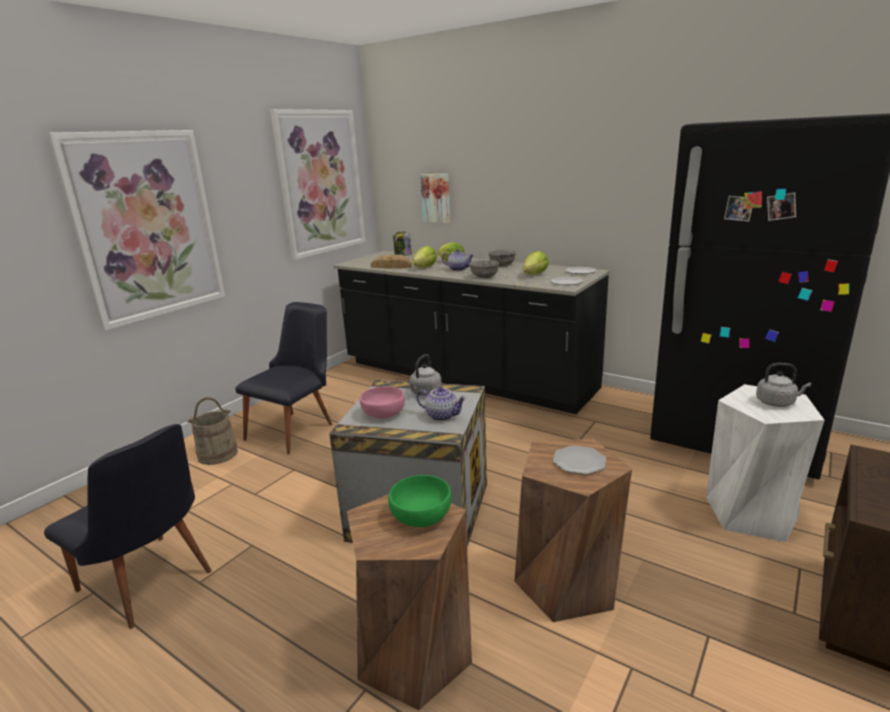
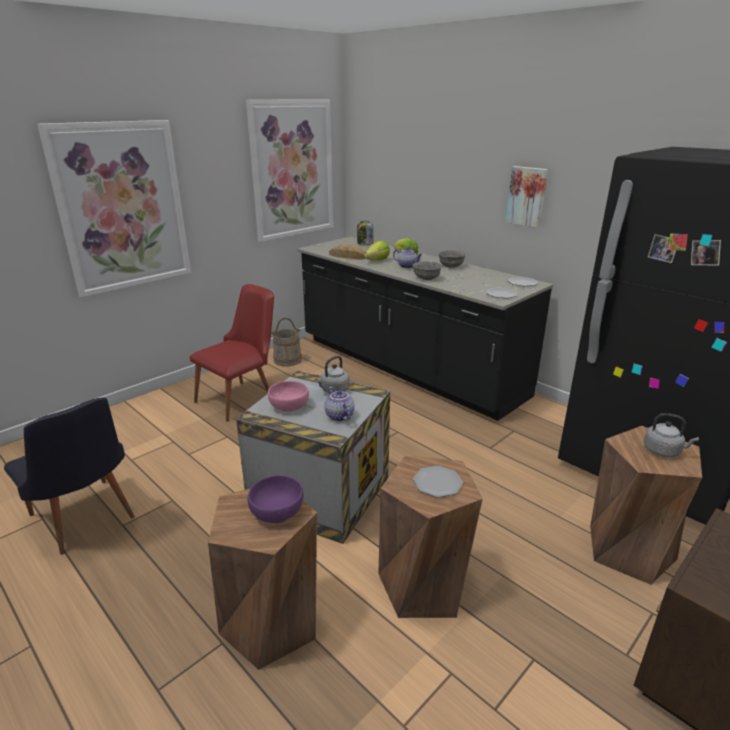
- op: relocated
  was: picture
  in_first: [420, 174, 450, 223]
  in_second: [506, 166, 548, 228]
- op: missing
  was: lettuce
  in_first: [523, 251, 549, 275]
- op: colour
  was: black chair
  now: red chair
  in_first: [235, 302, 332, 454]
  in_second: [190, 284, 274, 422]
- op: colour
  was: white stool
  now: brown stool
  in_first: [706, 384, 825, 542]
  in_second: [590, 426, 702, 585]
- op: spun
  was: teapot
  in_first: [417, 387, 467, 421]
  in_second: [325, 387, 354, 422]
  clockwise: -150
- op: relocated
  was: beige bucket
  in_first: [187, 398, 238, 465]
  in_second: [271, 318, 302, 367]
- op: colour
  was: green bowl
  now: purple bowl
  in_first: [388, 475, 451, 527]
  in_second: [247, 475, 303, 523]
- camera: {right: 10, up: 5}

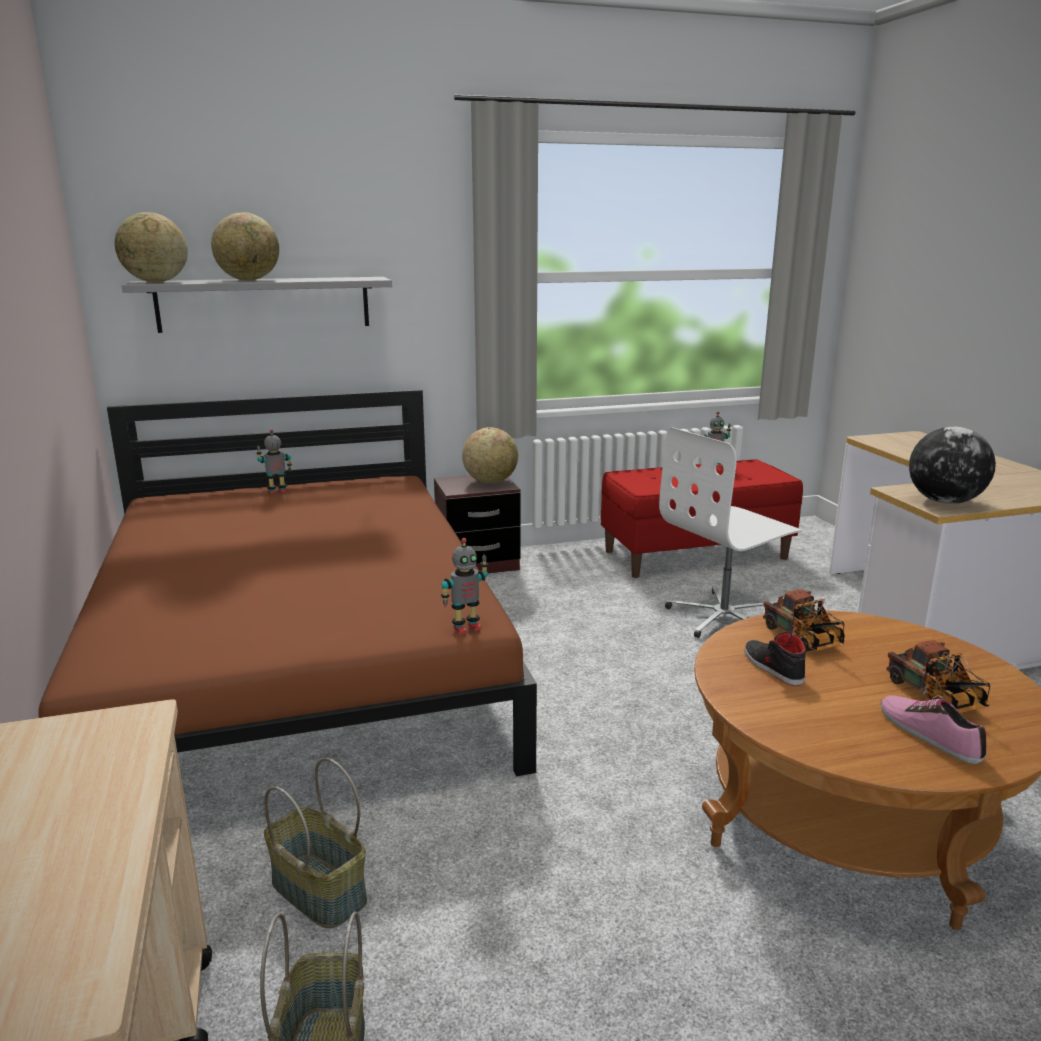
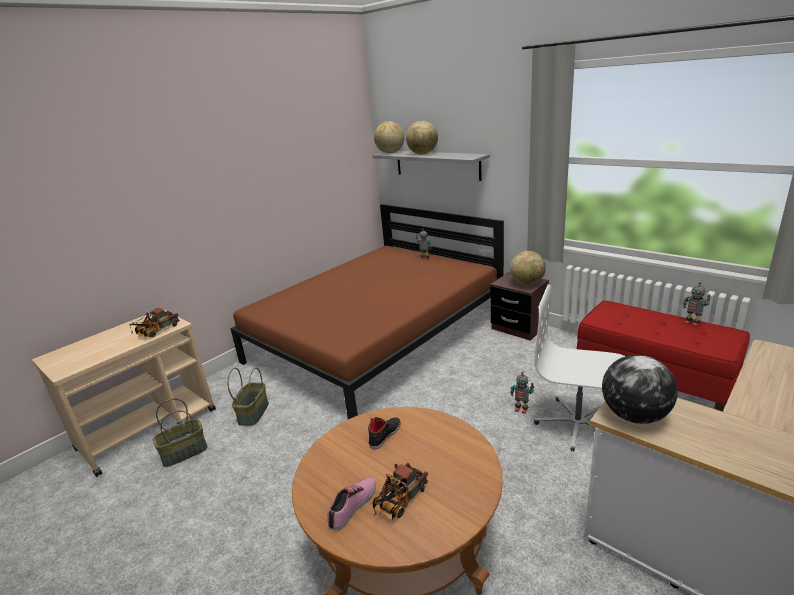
- op: relocated
  was: toy robot
  in_first: [441, 538, 488, 635]
  in_second: [510, 372, 534, 414]
- op: relocated
  was: toy truck
  in_first: [763, 589, 845, 652]
  in_second: [130, 308, 180, 338]
- camera: {right: 60, up: 5}

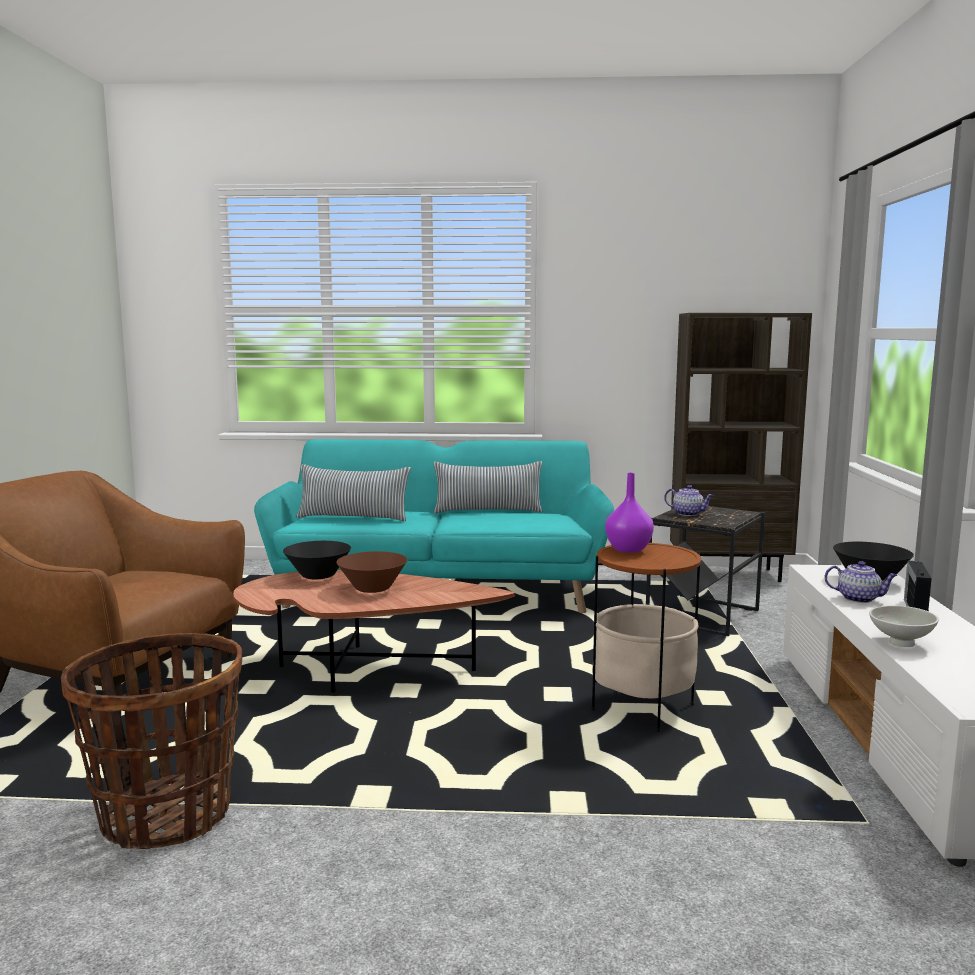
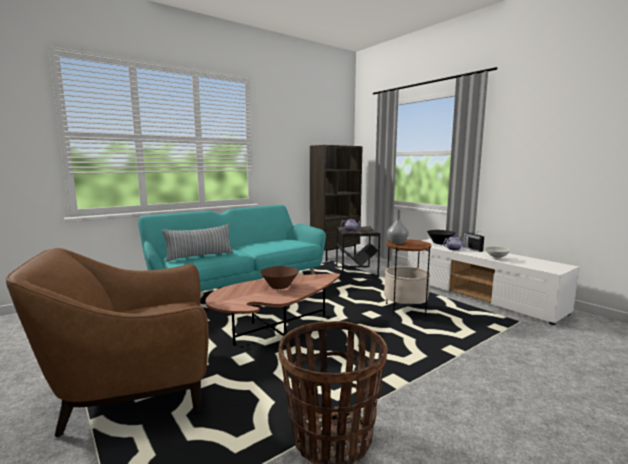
- op: missing
  was: pillow
  in_first: [434, 461, 542, 513]
- op: colour
  was: purple vase
  now: grey vase
  in_first: [605, 473, 654, 553]
  in_second: [387, 209, 409, 244]
- op: missing
  was: black bowl
  in_first: [283, 541, 351, 579]
- camera: {right: -40, up: 0}

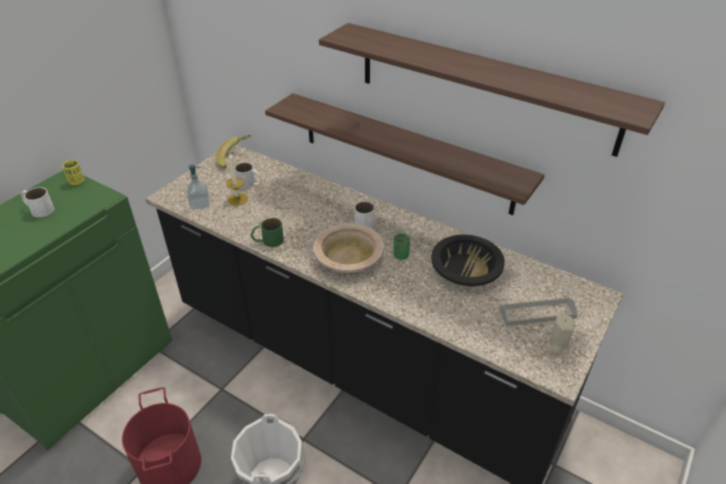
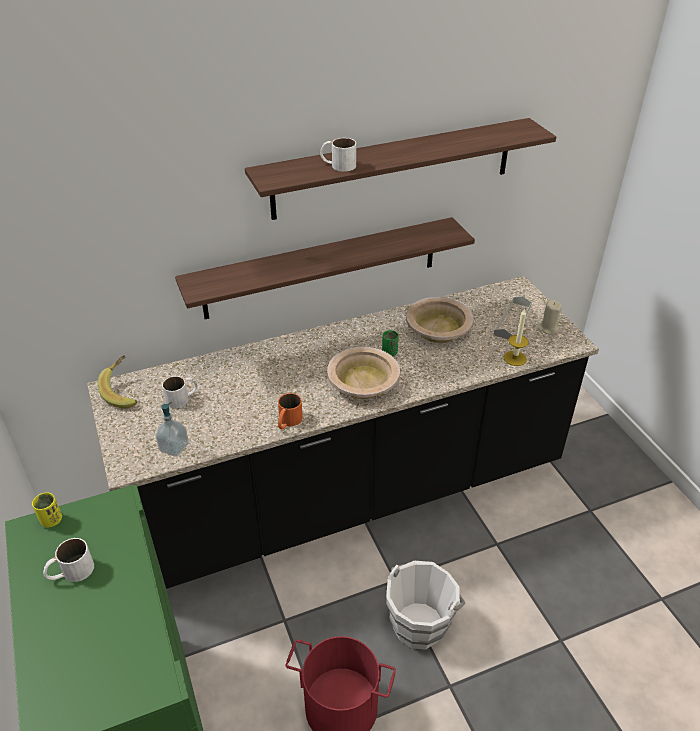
- op: relocated
  was: candle
  in_first: [226, 153, 248, 206]
  in_second: [504, 309, 529, 366]
- op: relocated
  was: white mug
  in_first: [354, 199, 375, 228]
  in_second: [320, 138, 356, 172]
- op: colour
  was: green mug
  now: orange mug
  in_first: [251, 218, 284, 247]
  in_second: [278, 393, 303, 429]
- op: colour
  was: black bowl
  now: beige bowl
  in_first: [431, 235, 505, 287]
  in_second: [406, 297, 473, 343]
- camera: {right: -55, up: 0}

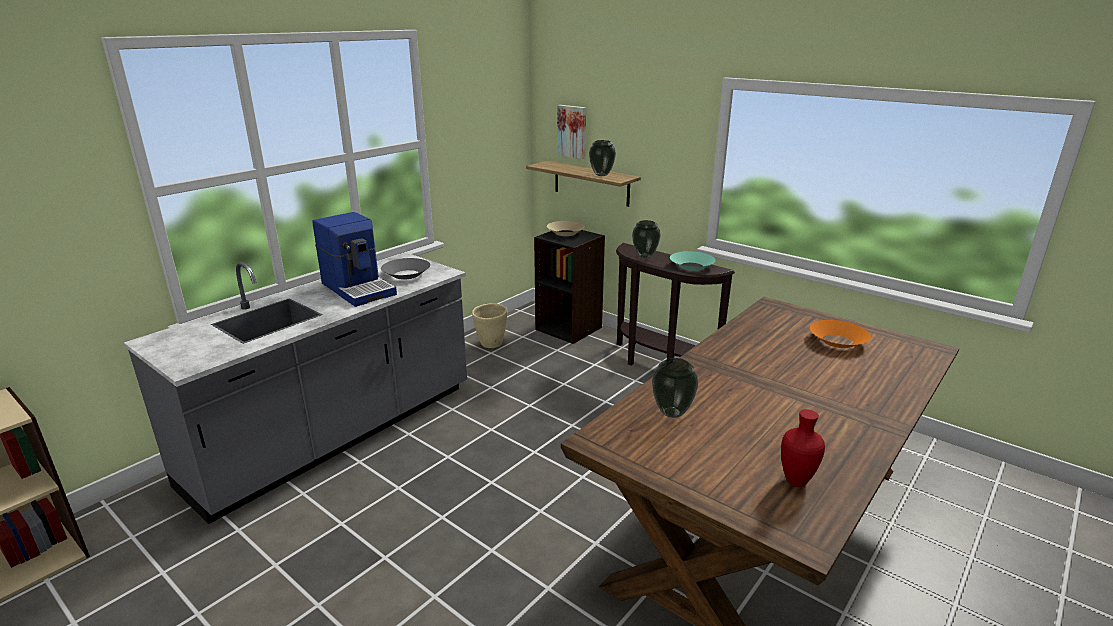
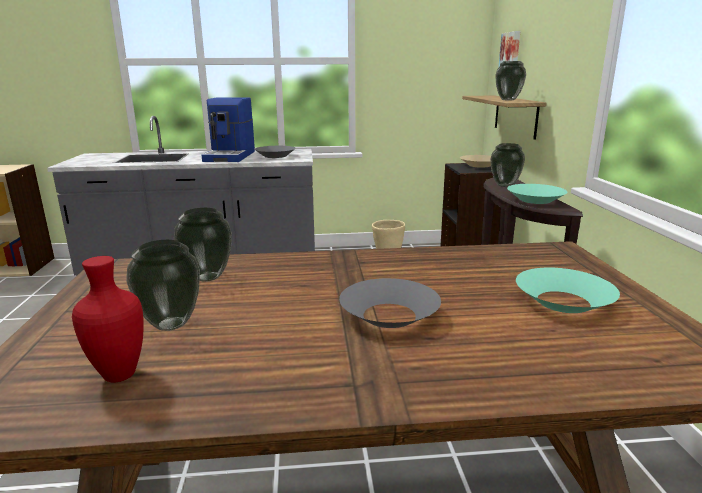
- op: colour
  was: orange bowl
  now: turquoise bowl
  in_first: [810, 320, 871, 348]
  in_second: [516, 267, 620, 313]
- op: appeared
  now: vase
  in_second: [126, 240, 200, 331]
- op: appeared
  now: grey bowl
  in_second: [339, 278, 441, 328]
- camera: {right: 45, up: -5}

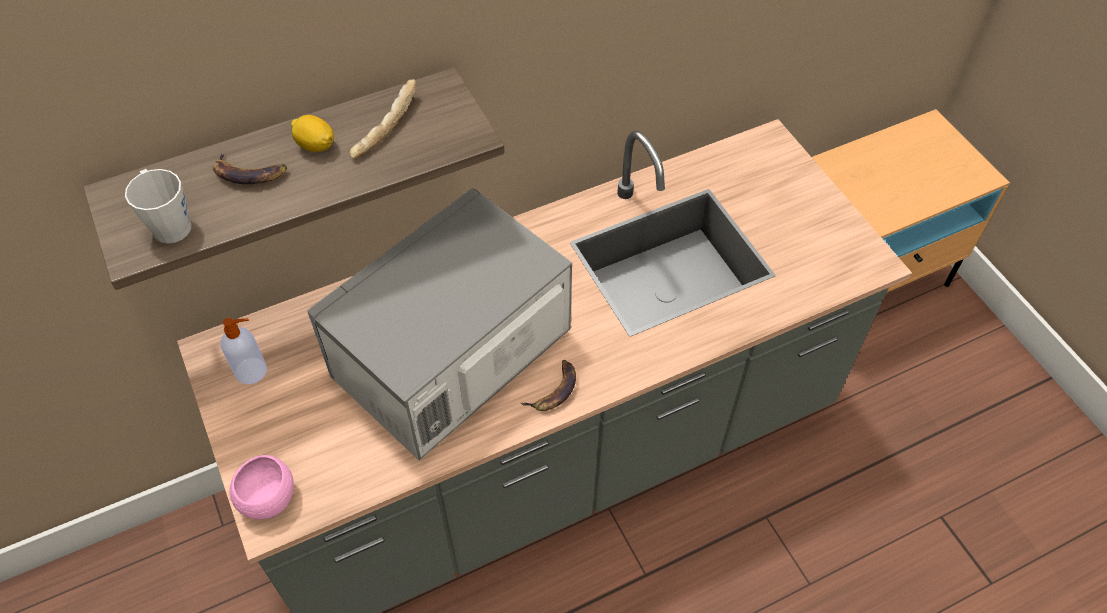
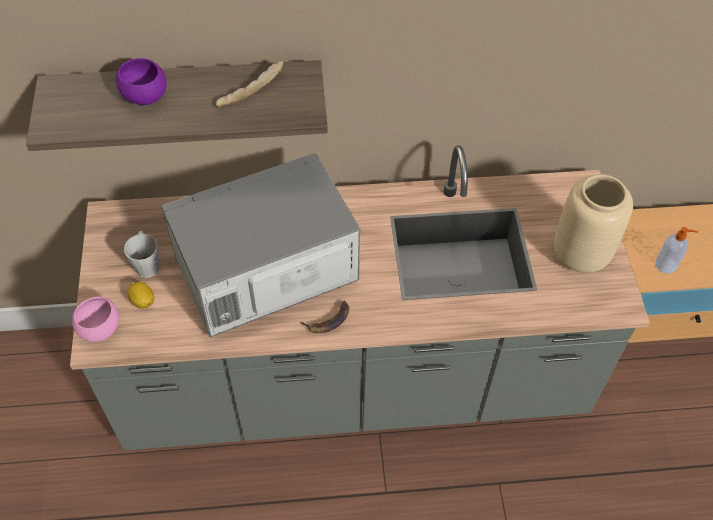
- op: relocated
  was: lemon
  in_first: [291, 115, 334, 152]
  in_second: [127, 282, 154, 309]
- op: exchanged
  was: banana
  now: purple bowl
  in_first: [213, 152, 287, 184]
  in_second: [116, 58, 167, 105]
- op: relocated
  was: grey mug
  in_first: [125, 169, 191, 244]
  in_second: [124, 231, 159, 278]
- op: relocated
  was: soap dispenser
  in_first: [221, 318, 267, 384]
  in_second: [655, 227, 698, 274]
- op: appeared
  now: beige vase
  in_second: [554, 174, 633, 273]
- camera: {right: 20, up: 0}

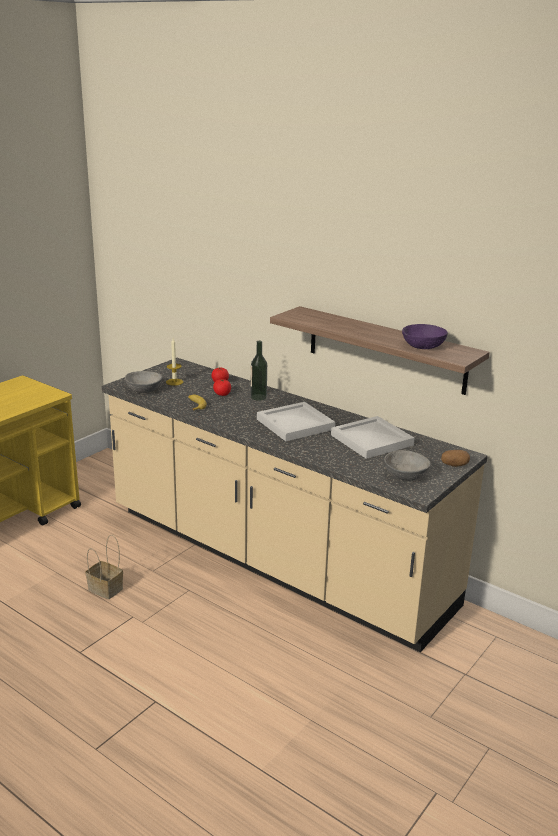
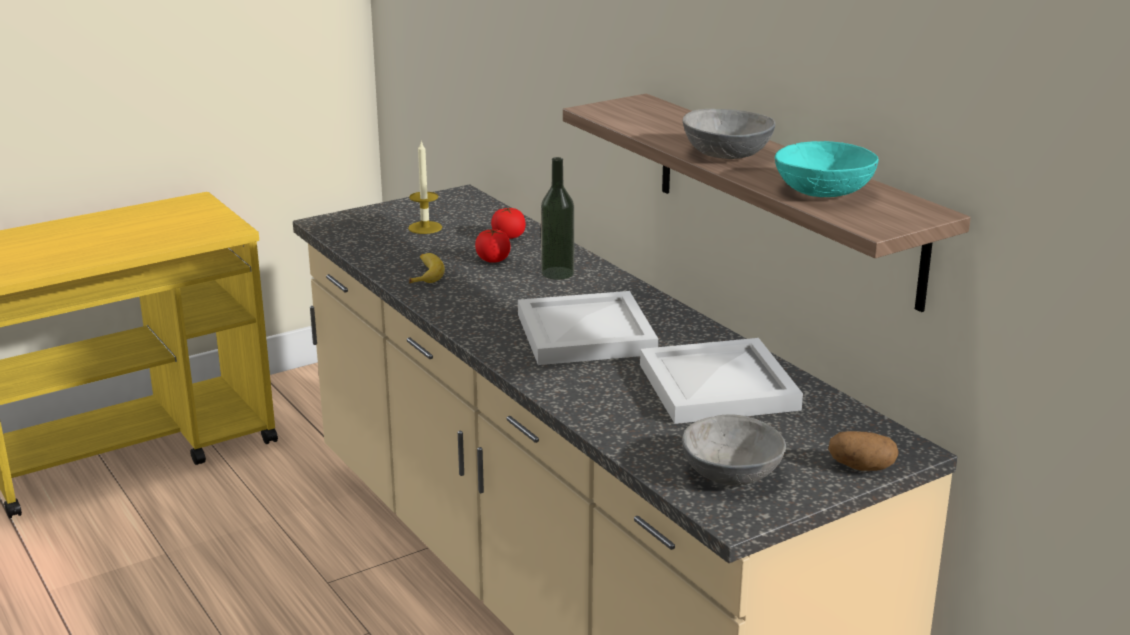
- op: colour
  was: purple bowl
  now: turquoise bowl
  in_first: [402, 324, 448, 349]
  in_second: [775, 141, 879, 197]
- op: relocated
  was: grey bowl
  in_first: [125, 371, 162, 393]
  in_second: [683, 109, 776, 159]
- op: missing
  was: basket
  in_first: [85, 535, 123, 599]
- camera: {right: 20, up: 0}

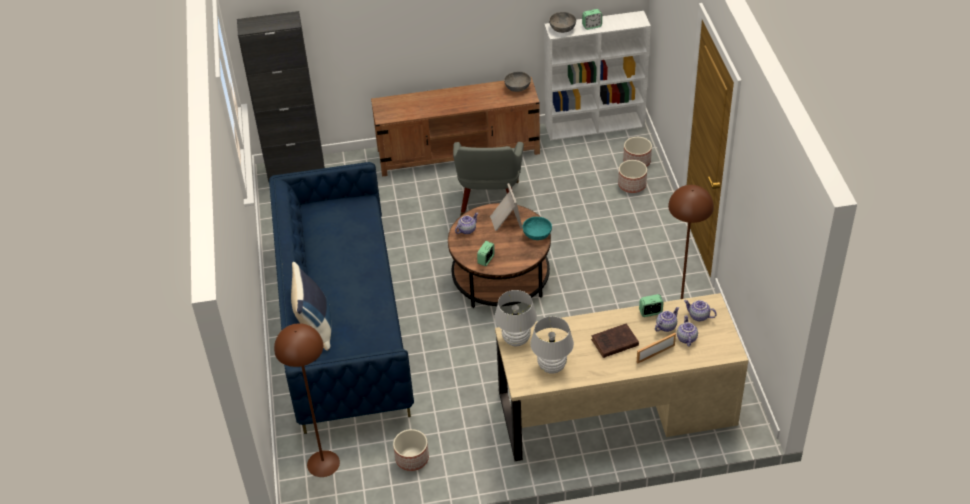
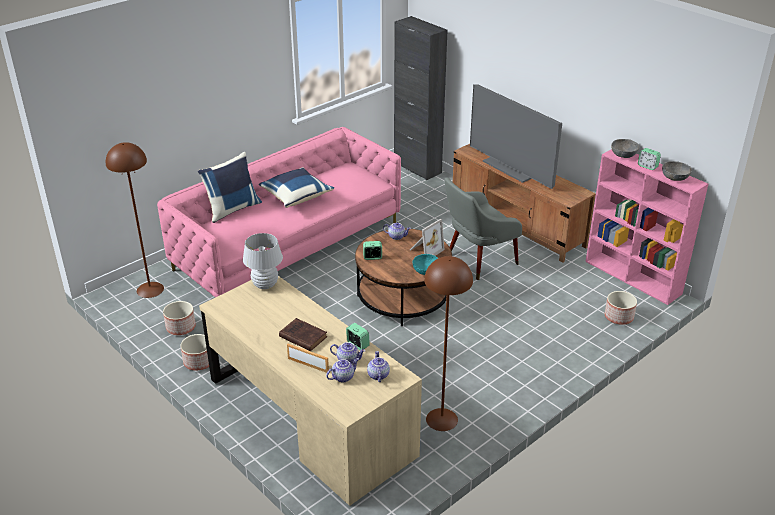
- op: colour
  was: white bookcase
  now: pink bookcase
  in_first: [544, 11, 651, 140]
  in_second: [586, 149, 708, 305]
- op: relocated
  was: grey bowl
  in_first: [504, 71, 531, 92]
  in_second: [662, 161, 692, 181]
- op: relocated
  was: planter
  in_first: [618, 160, 647, 193]
  in_second: [180, 334, 209, 370]
- op: colour
  was: blue sofa
  now: pink sofa
  in_first: [269, 162, 414, 434]
  in_second: [157, 127, 401, 297]
- op: missing
  was: white table lamp
  in_first: [530, 316, 574, 374]
- op: appeared
  now: television
  in_second: [470, 84, 562, 189]
- op: appeared
  now: blue pillow
  in_second: [259, 167, 334, 208]
- camera: {right: 55, up: -10}

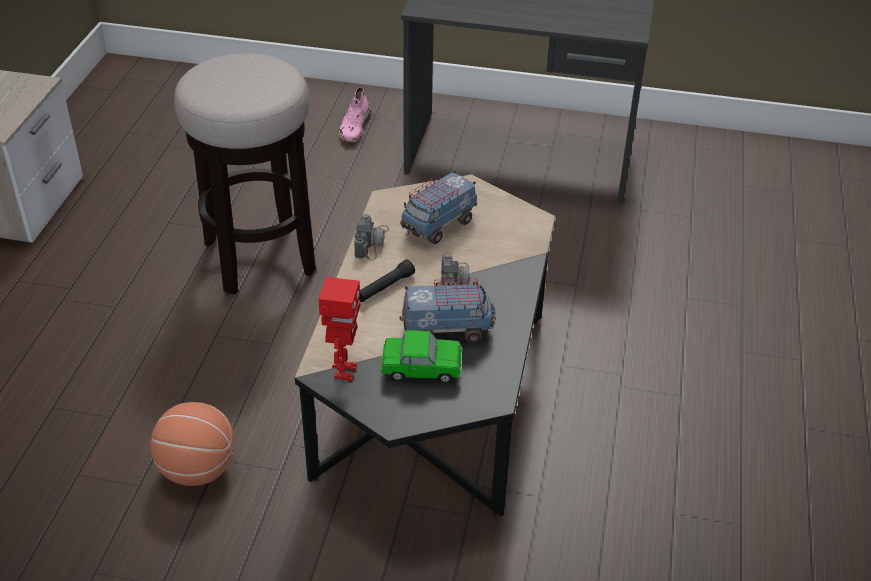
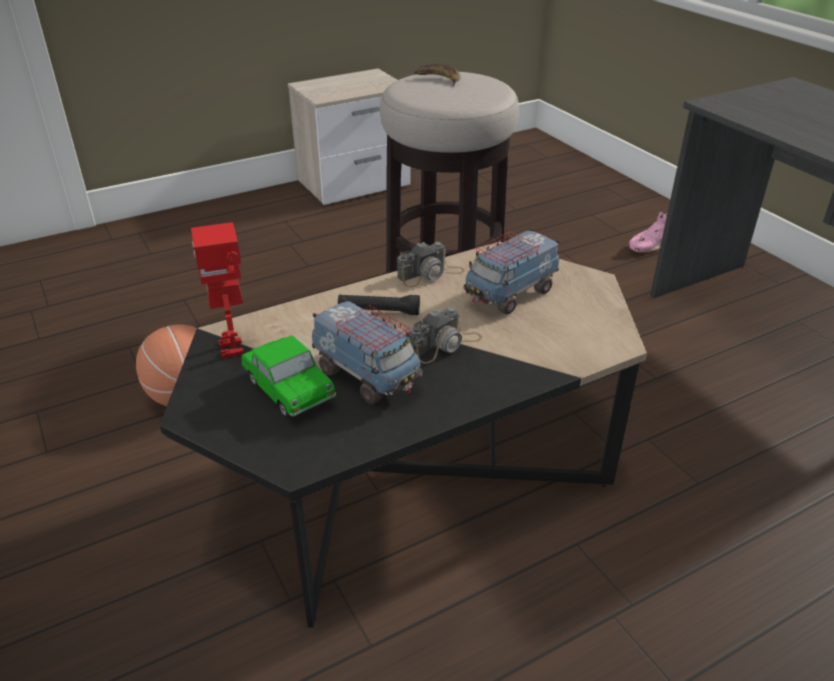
- op: spun
  was: toy truck
  in_first: [400, 170, 477, 244]
  in_second: [464, 228, 559, 315]
  clockwise: -45
- op: spun
  was: toy robot
  in_first: [318, 277, 360, 381]
  in_second: [191, 222, 244, 359]
  clockwise: 105
- op: appeared
  now: banana
  in_second: [414, 64, 461, 87]
- camera: {right: 50, up: -5}

